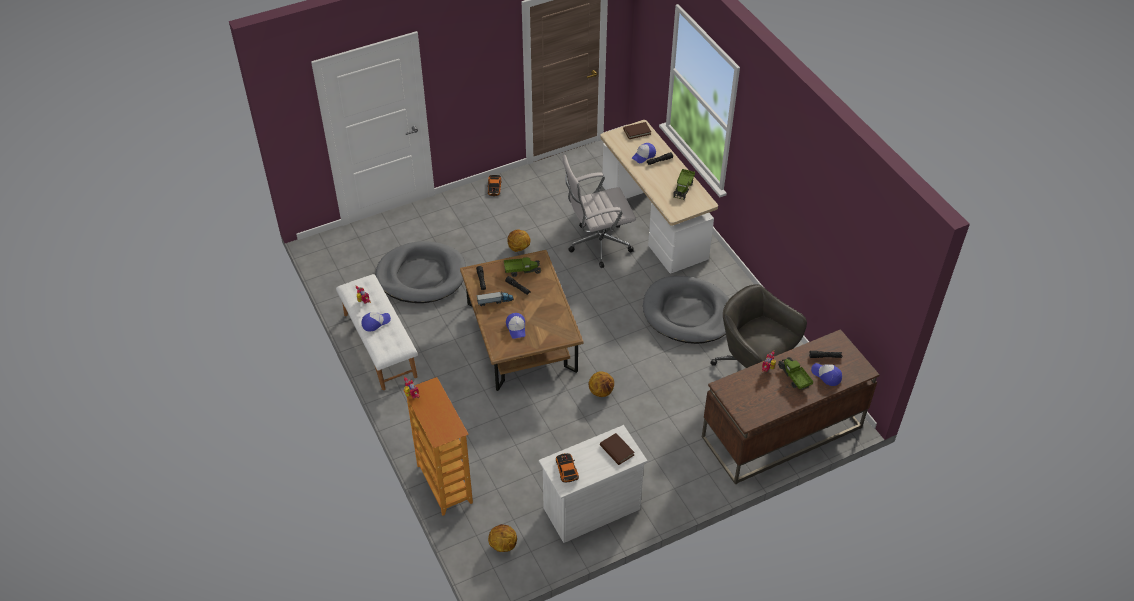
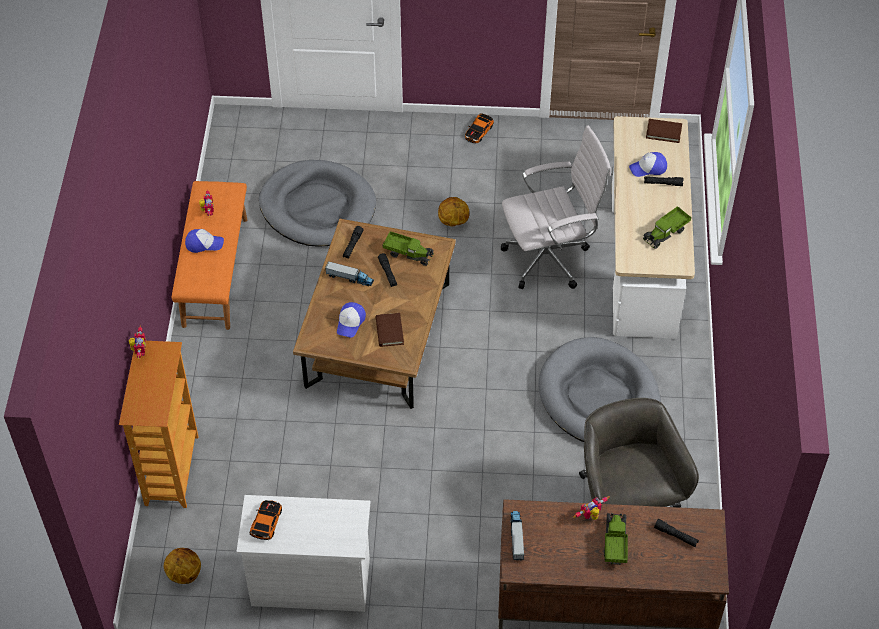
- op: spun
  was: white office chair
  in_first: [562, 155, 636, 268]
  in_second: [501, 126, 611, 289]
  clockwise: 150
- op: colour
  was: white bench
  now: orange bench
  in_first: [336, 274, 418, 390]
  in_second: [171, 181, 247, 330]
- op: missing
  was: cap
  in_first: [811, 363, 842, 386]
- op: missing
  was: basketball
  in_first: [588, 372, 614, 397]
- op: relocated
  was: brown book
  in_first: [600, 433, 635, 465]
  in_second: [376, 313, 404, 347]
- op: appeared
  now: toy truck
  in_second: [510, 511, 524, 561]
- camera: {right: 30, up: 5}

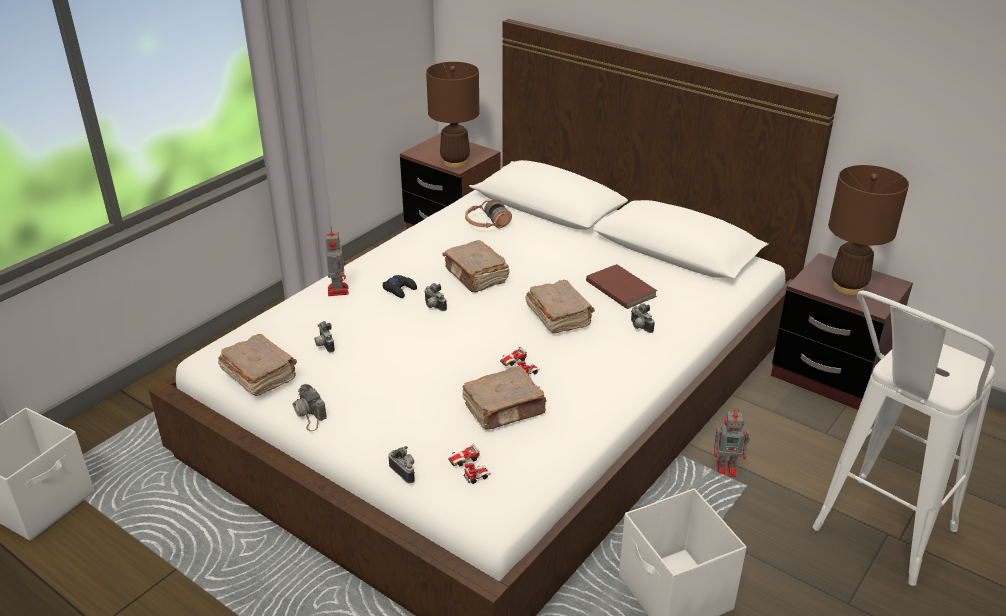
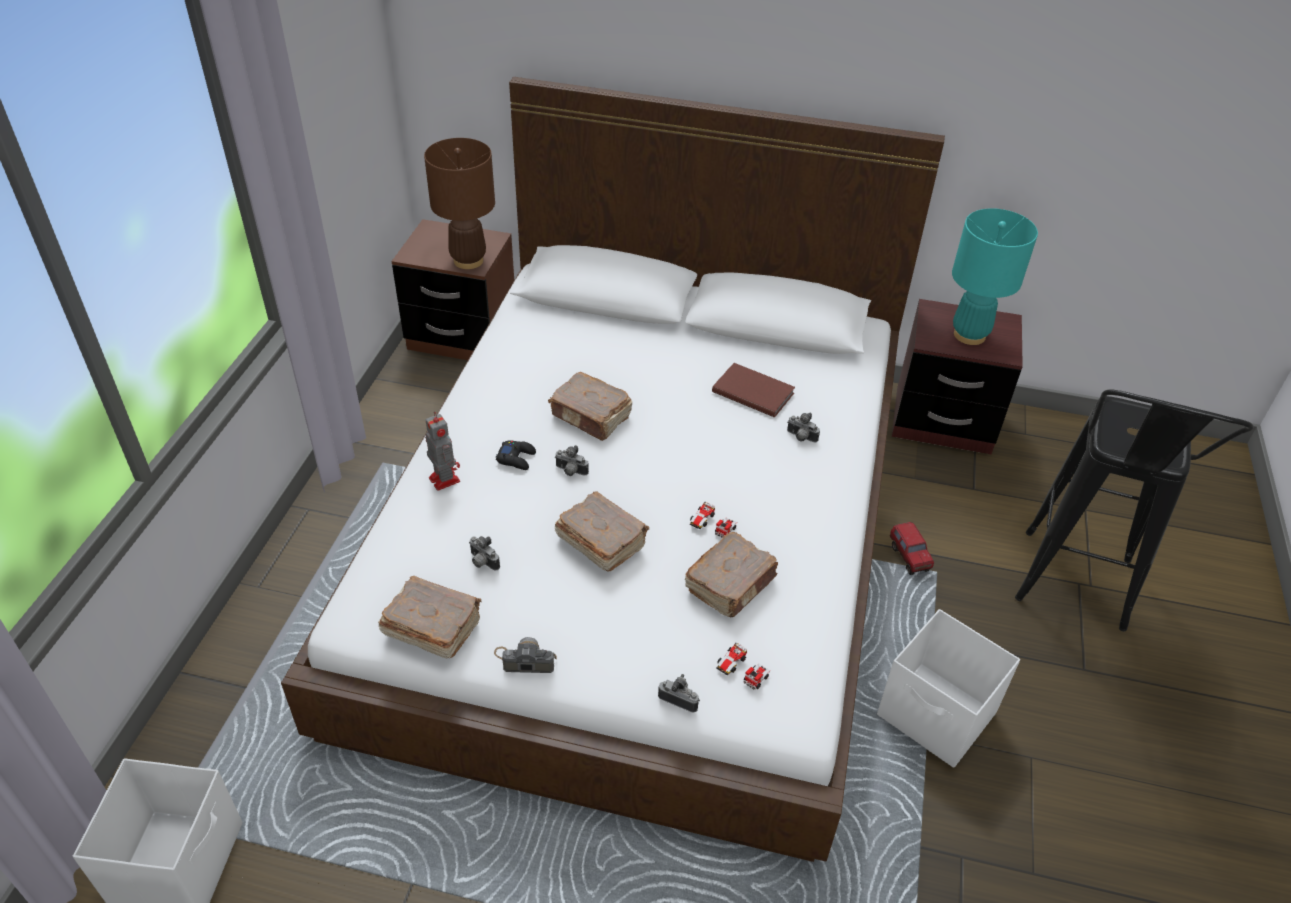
- op: colour
  was: brown table lamp
  now: turquoise table lamp
  in_first: [828, 165, 909, 295]
  in_second: [952, 208, 1038, 345]
- op: missing
  was: headphones
  in_first: [465, 199, 512, 229]
- op: relocated
  was: brown book
  in_first: [525, 280, 595, 334]
  in_second: [555, 491, 649, 571]
- op: colour
  was: white stool
  now: black stool
  in_first: [813, 291, 995, 586]
  in_second: [1015, 389, 1254, 631]
- op: spun
  was: photo camera
  in_first: [292, 384, 327, 431]
  in_second: [494, 637, 557, 673]
  clockwise: 150
- op: exchanged
  was: toy robot
  now: toy truck
  in_first: [714, 408, 750, 477]
  in_second: [890, 522, 934, 575]
- camera: {right: -25, up: 10}

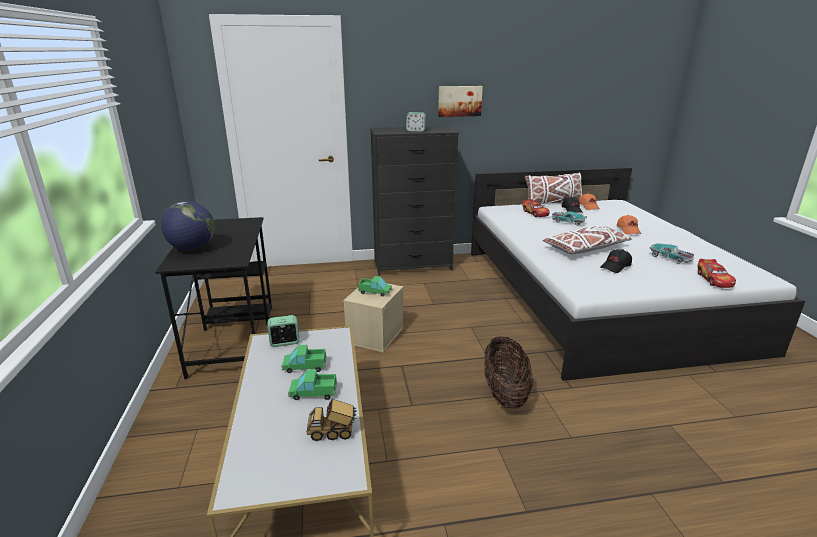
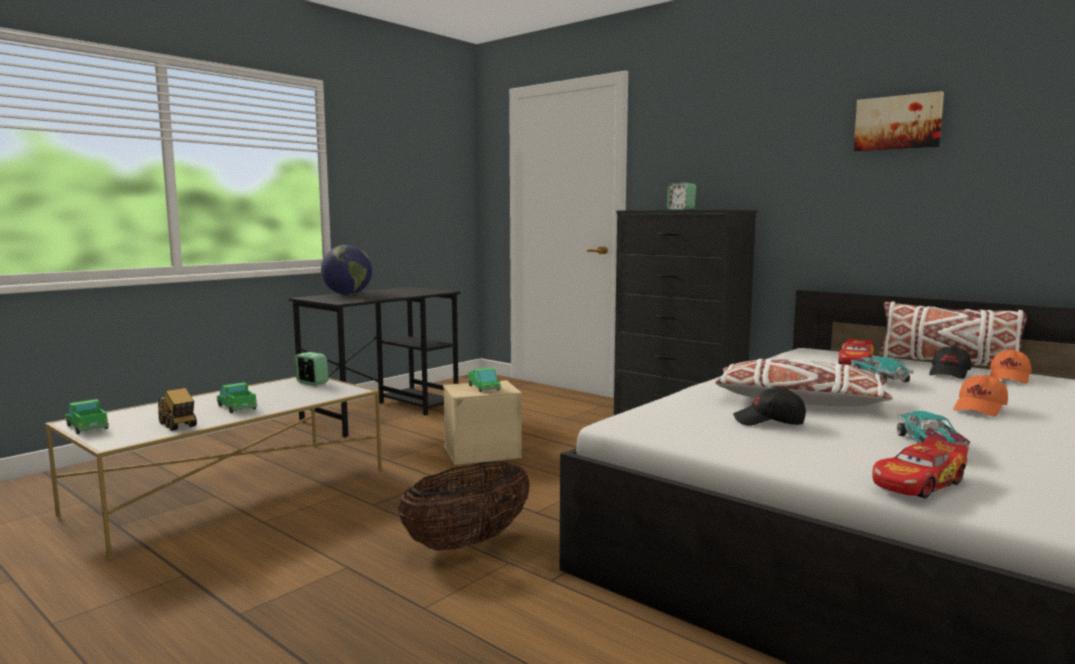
- op: relocated
  was: picture
  in_first: [438, 86, 483, 117]
  in_second: [854, 91, 944, 151]
- op: relocated
  was: toy truck
  in_first: [282, 345, 327, 373]
  in_second: [64, 399, 109, 434]
- camera: {right: 50, up: -15}

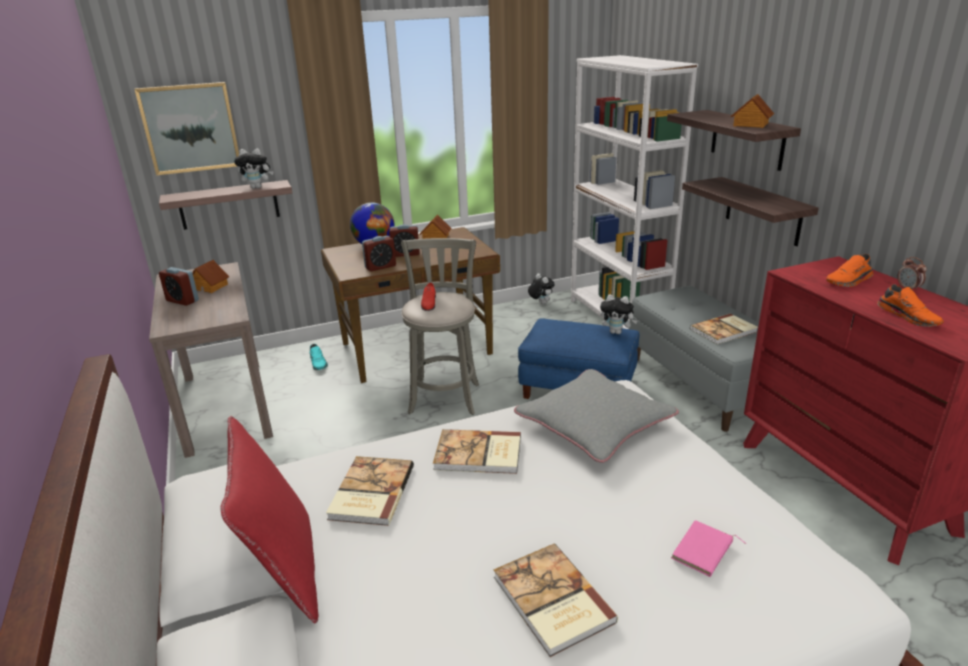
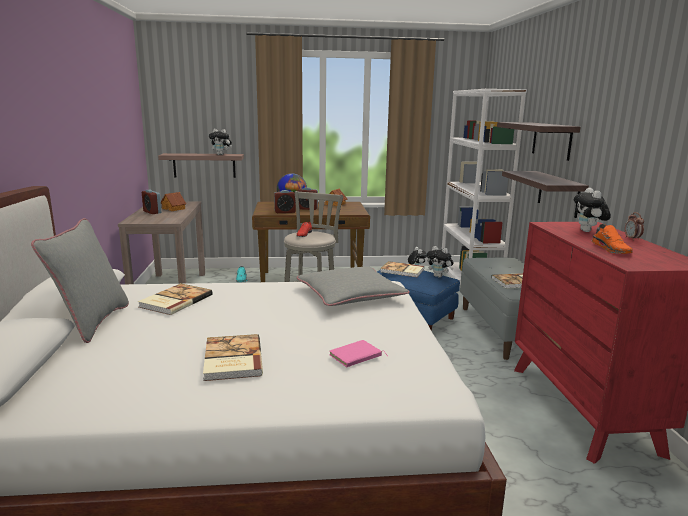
- op: missing
  was: picture
  in_first: [134, 82, 239, 175]
- op: missing
  was: toy house
  in_first: [731, 94, 774, 128]
- op: exchanged
  was: orange shoe
  now: plush toy
  in_first: [826, 254, 873, 287]
  in_second: [574, 188, 611, 232]
- op: colour
  was: red pillow
  now: grey pillow
  in_first: [220, 416, 318, 624]
  in_second: [31, 218, 129, 343]
- op: relocated
  was: book
  in_first: [433, 429, 521, 474]
  in_second: [380, 261, 424, 277]
- camera: {right: 15, up: -10}

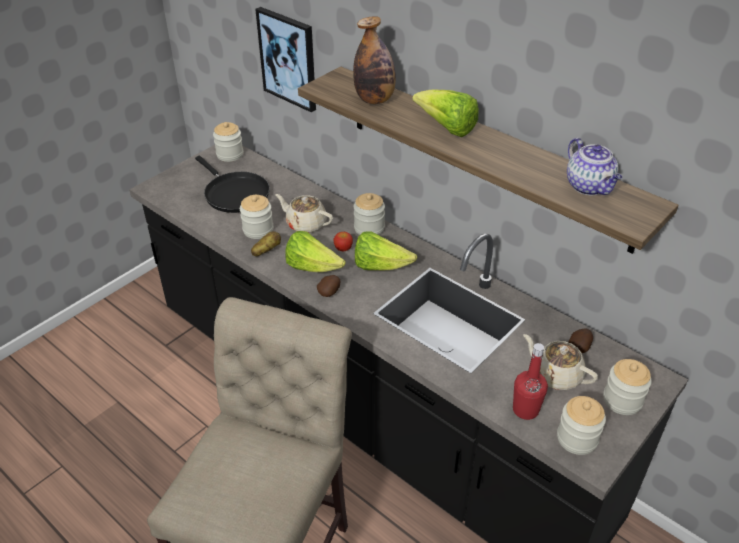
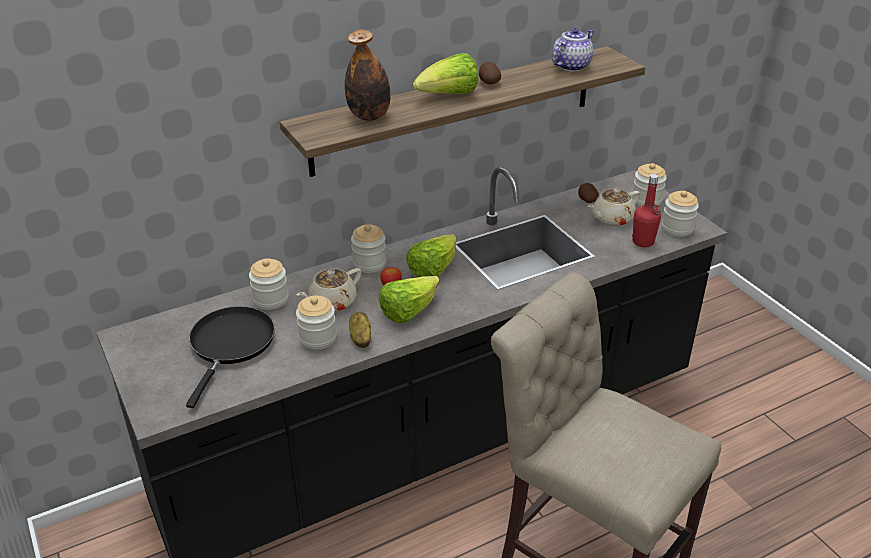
- op: missing
  was: picture
  in_first: [255, 7, 316, 112]
- op: relocated
  was: jar
  in_first: [213, 122, 243, 162]
  in_second: [249, 259, 288, 310]
- op: spun
  was: teapot
  in_first: [567, 138, 622, 195]
  in_second: [552, 28, 595, 72]
  clockwise: -45
- op: spun
  was: black frying pan
  in_first: [195, 156, 270, 213]
  in_second: [186, 306, 275, 408]
  clockwise: -60
- op: relocated
  was: potato
  in_first: [317, 275, 340, 297]
  in_second: [479, 62, 501, 84]
- camera: {right: -70, up: -5}

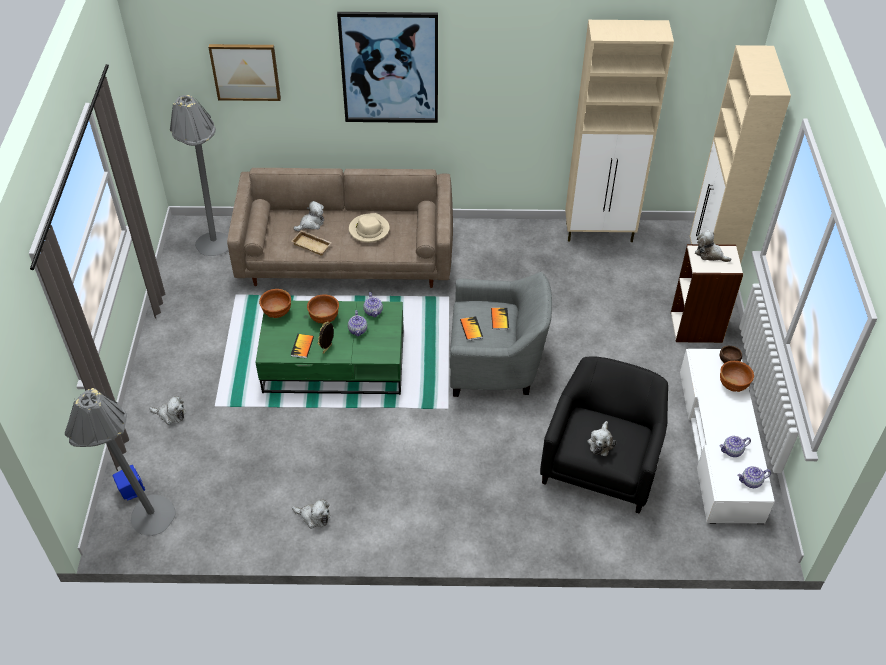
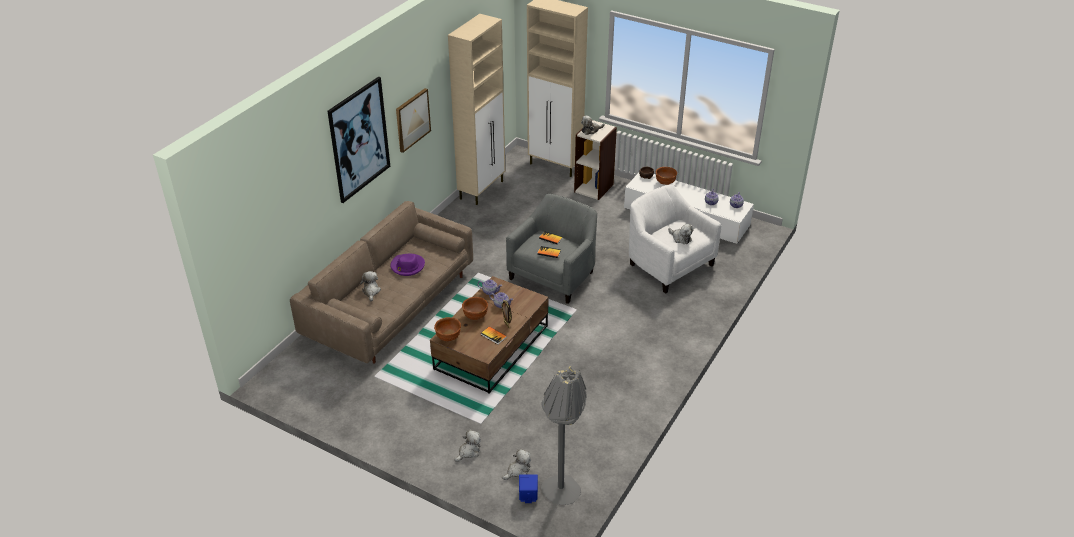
- op: relocated
  was: picture
  in_first: [208, 44, 281, 101]
  in_second: [396, 88, 431, 153]
- op: missing
  was: grey floor lamp
  in_first: [170, 95, 228, 256]
- op: colour
  was: beige hat
  now: purple hat
  in_first: [349, 213, 390, 243]
  in_second: [390, 254, 425, 276]
- op: missing
  was: beige tray
  in_first: [292, 230, 332, 256]
- op: colour
  was: green coffee table
  now: brown coffee table
  in_first: [255, 301, 404, 395]
  in_second: [430, 276, 548, 394]
- op: colour
  was: black armchair
  now: white armchair
  in_first: [540, 356, 668, 513]
  in_second: [629, 184, 722, 293]
- op: relocated
  was: plush toy
  in_first: [292, 499, 330, 529]
  in_second: [502, 449, 531, 480]
- camera: {right: -60, up: -10}

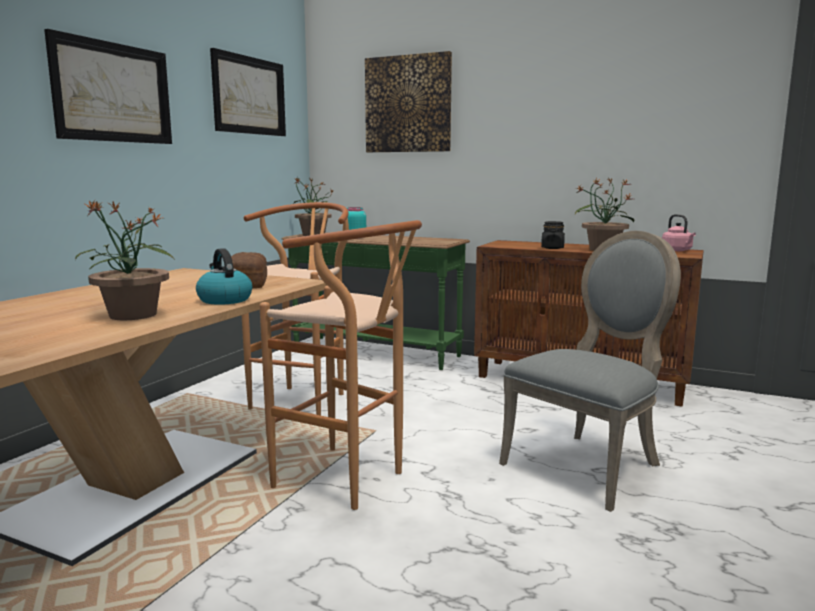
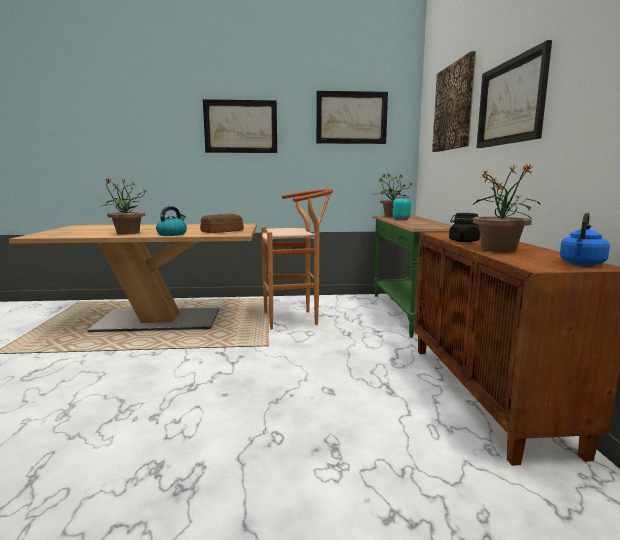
- op: colour
  was: pink kettle
  now: blue kettle
  in_first: [662, 214, 696, 251]
  in_second: [560, 212, 610, 265]
- op: missing
  was: brown stool
  in_first: [260, 220, 422, 510]
- op: missing
  was: grey chair
  in_first: [499, 231, 681, 512]
- op: appeared
  now: picture
  in_second: [477, 40, 552, 148]
- camera: {right: 60, up: 0}

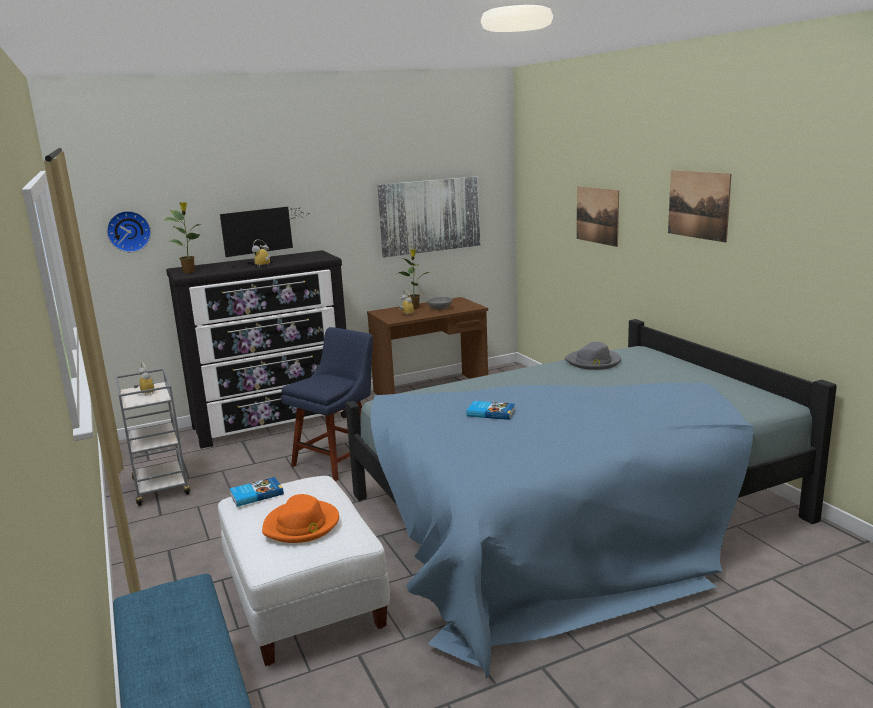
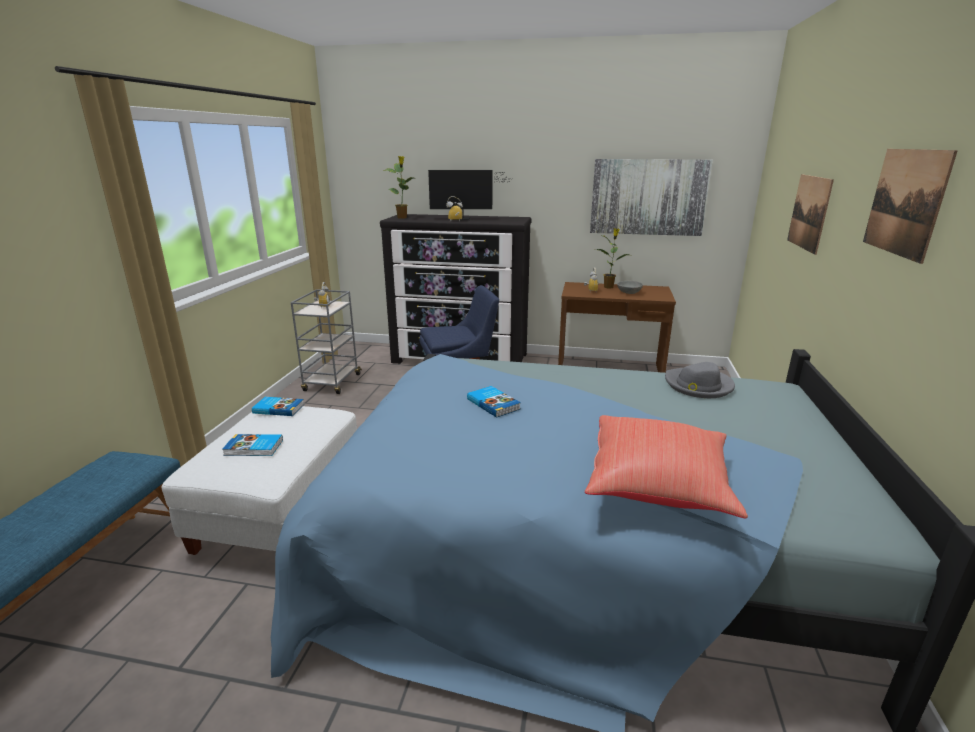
- op: missing
  was: wall clock
  in_first: [107, 211, 151, 252]
- op: exchanged
  was: orange hat
  now: book
  in_first: [262, 494, 339, 543]
  in_second: [222, 434, 283, 456]
- op: appeared
  now: red pillow
  in_second: [585, 415, 748, 519]
- camera: {right: 35, up: 5}

